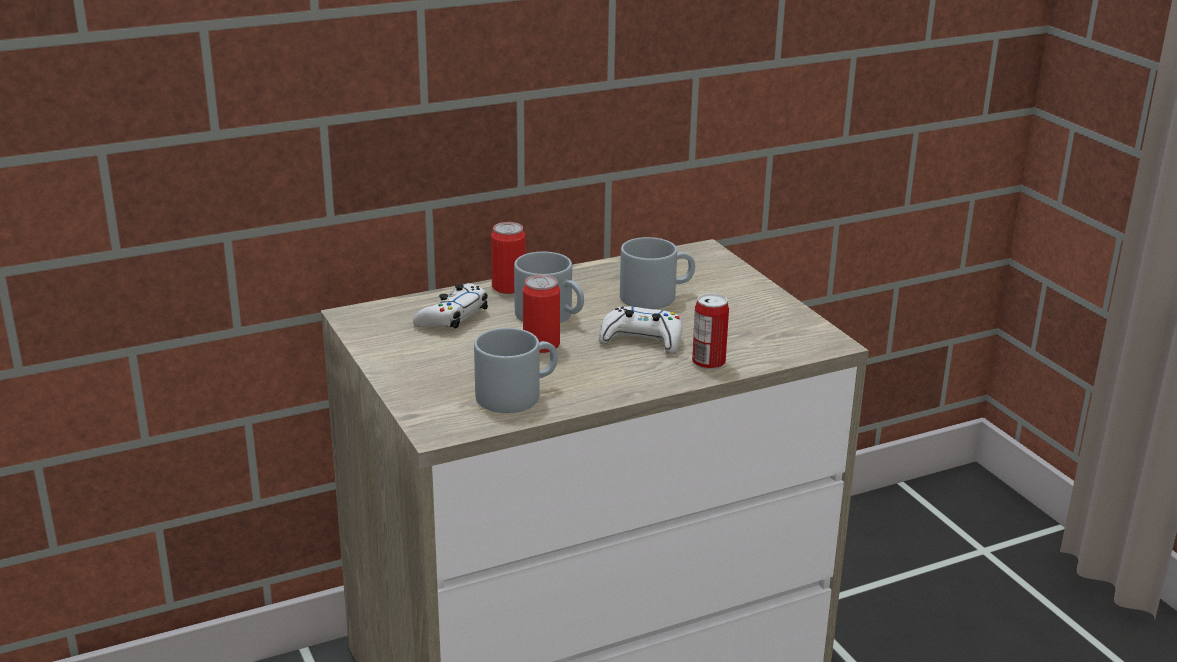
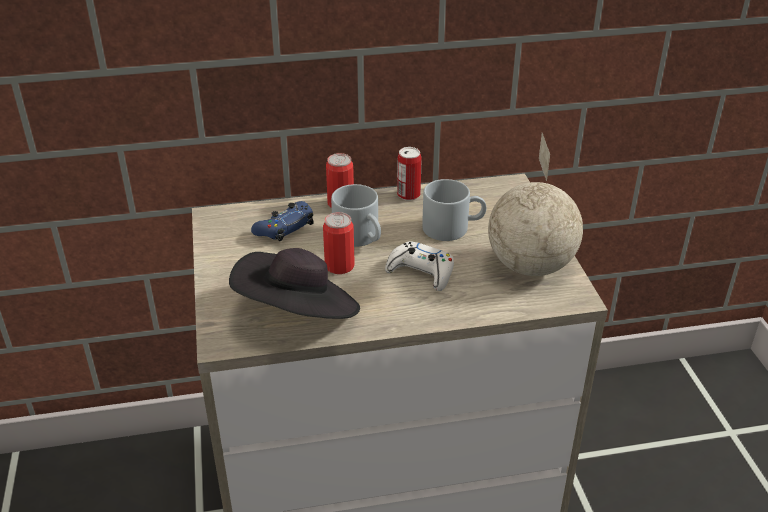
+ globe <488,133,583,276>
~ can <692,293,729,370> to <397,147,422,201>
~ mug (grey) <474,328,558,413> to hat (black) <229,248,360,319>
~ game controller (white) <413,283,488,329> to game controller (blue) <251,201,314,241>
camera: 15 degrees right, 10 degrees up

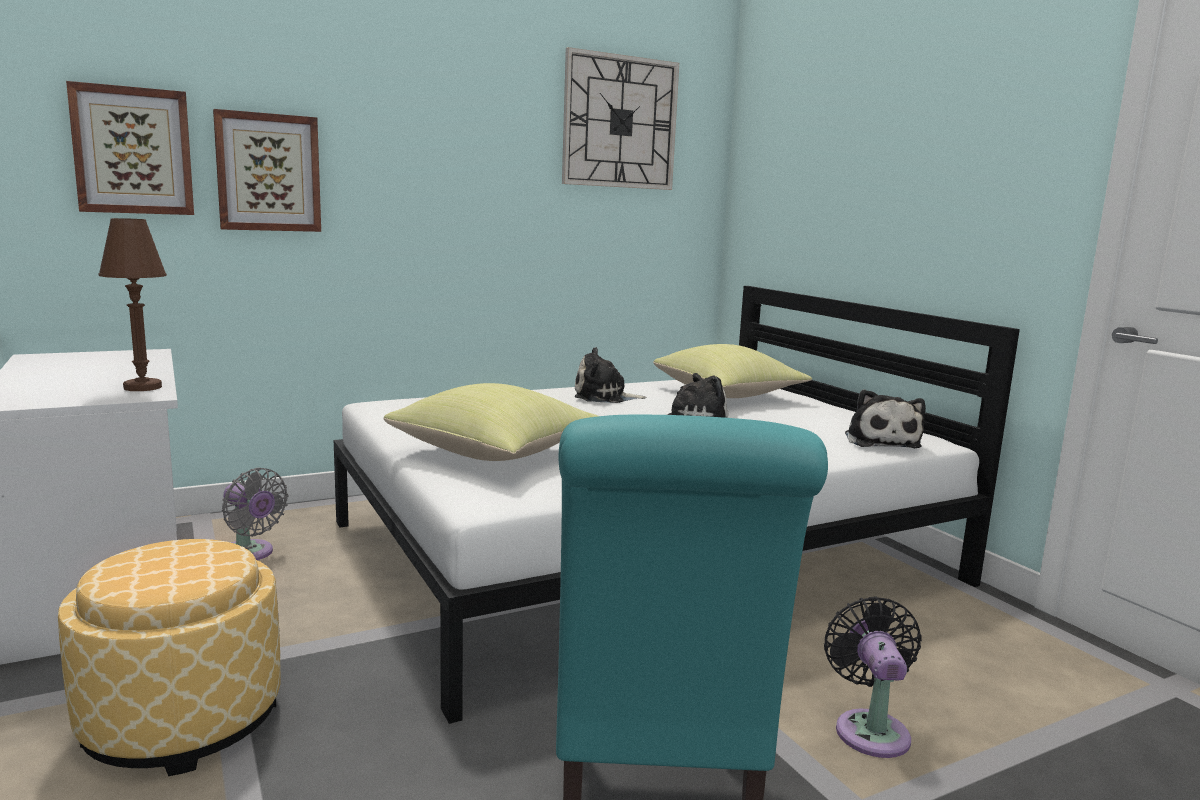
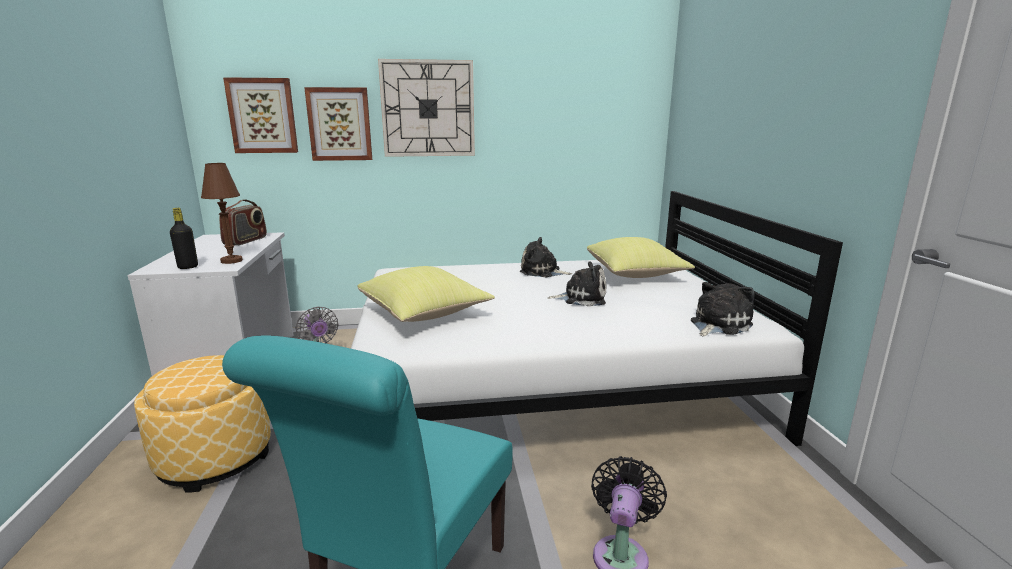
+ bottle (black) <170,208,198,269>
+ radio <219,199,267,245>
~ wall clock <562,47,679,190> to <378,59,475,157>
~ plush toy <845,389,926,448> = <691,282,755,337> 150 degrees counterclockwise
camera: 20 degrees right, 5 degrees up

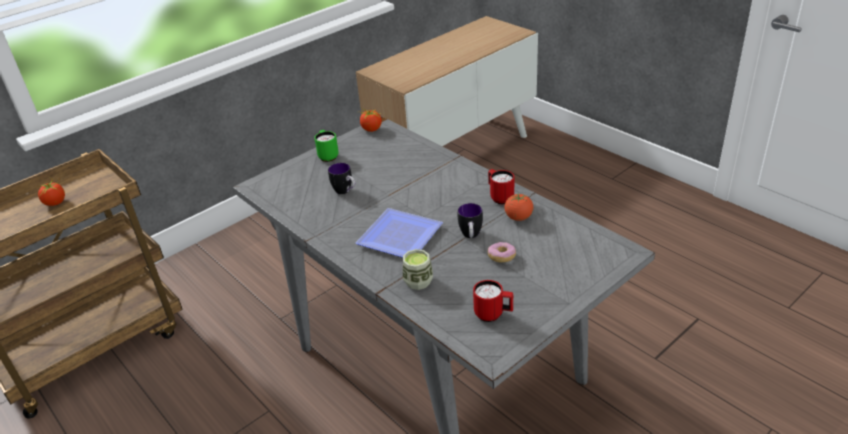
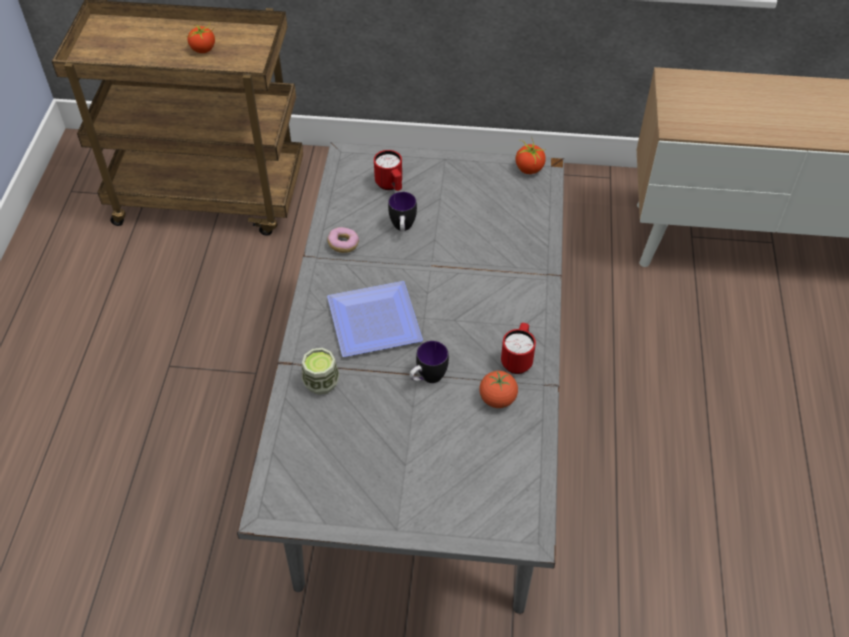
- mug (green) <314,130,339,162>
~ mug (red) <473,280,513,322> to <374,150,402,191>
~ donut <488,242,516,263> to <327,227,359,253>
camera: 45 degrees right, 15 degrees up

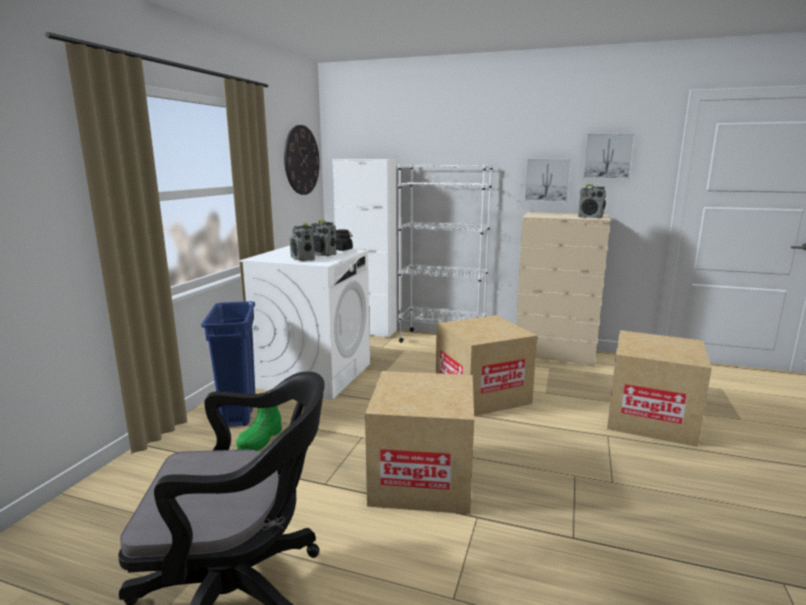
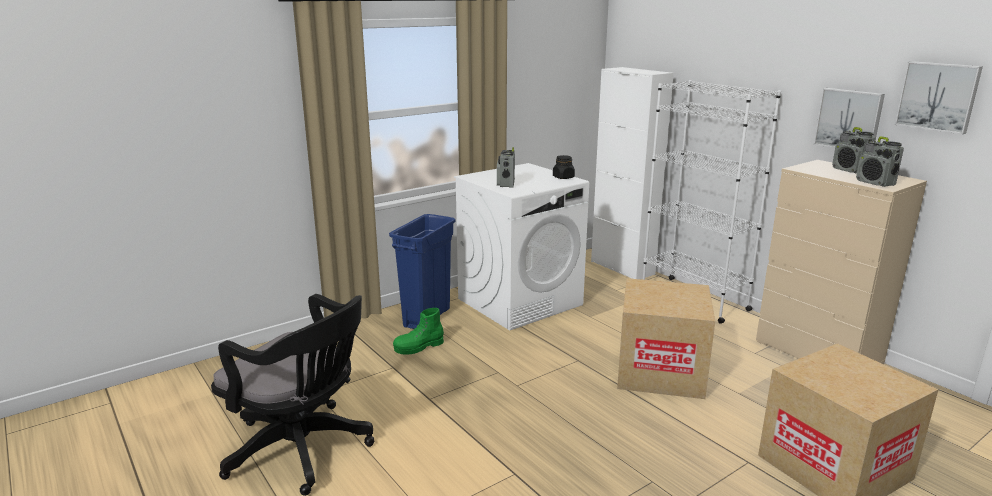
- wall clock <284,125,320,195>
- cardboard box <365,371,474,514>
~ radio <310,219,337,256> to <832,127,876,174>
camera: 35 degrees right, 5 degrees up

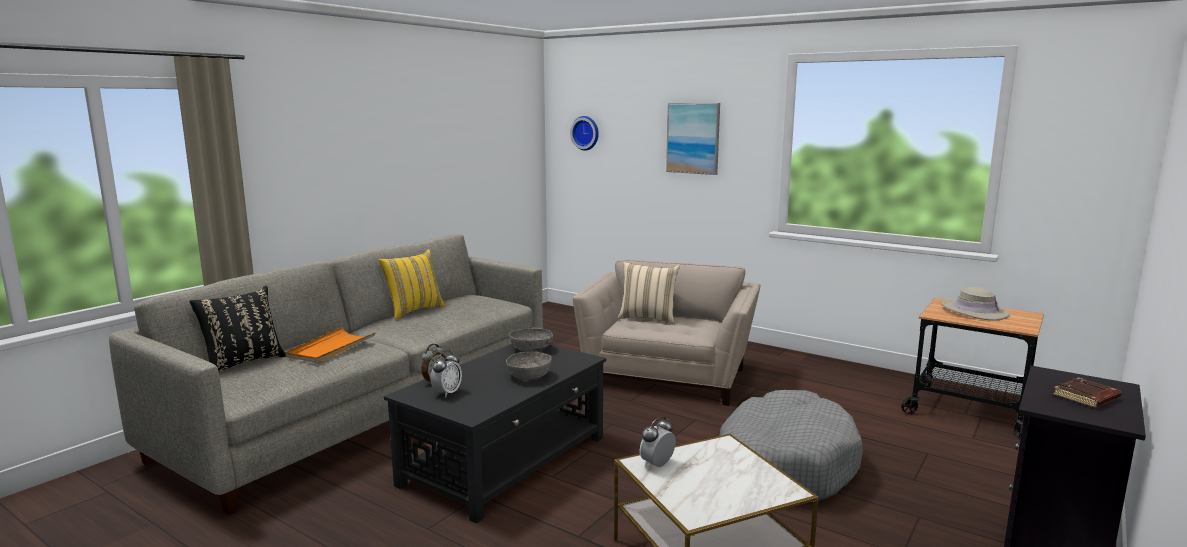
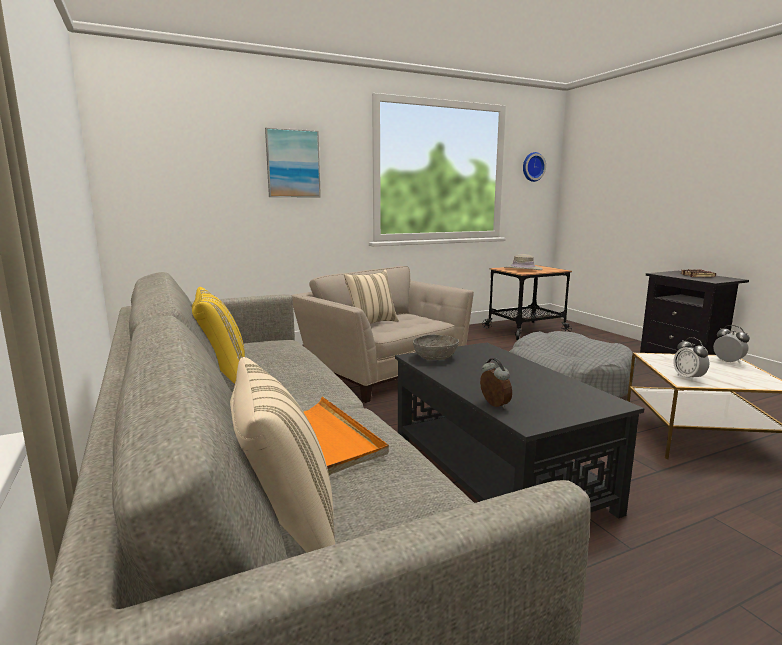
- bowl (grey) <506,352,552,380>
~ alarm clock <430,350,462,397> to <713,325,750,363>
~ wall clock <570,116,599,151> to <523,152,546,182>
~ pillow (black) <189,286,286,373> to pillow (beige) <230,357,335,553>
camera: 60 degrees left, 0 degrees up

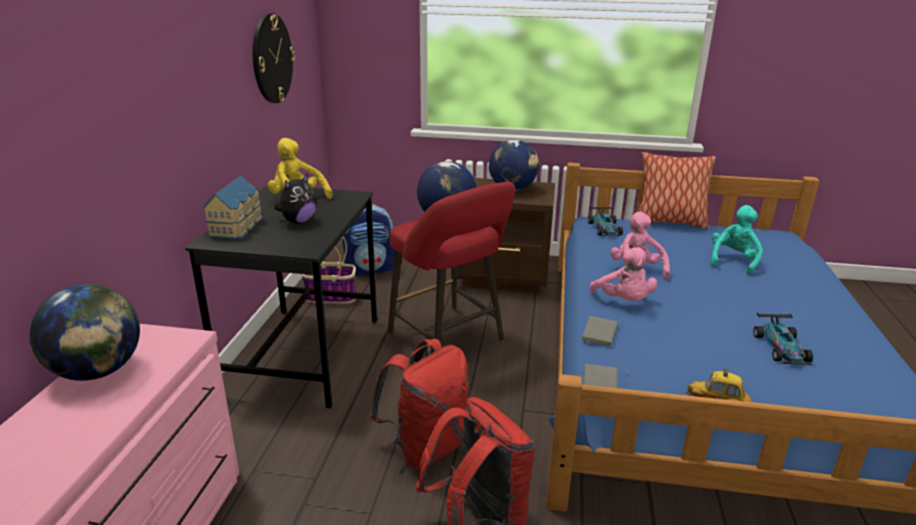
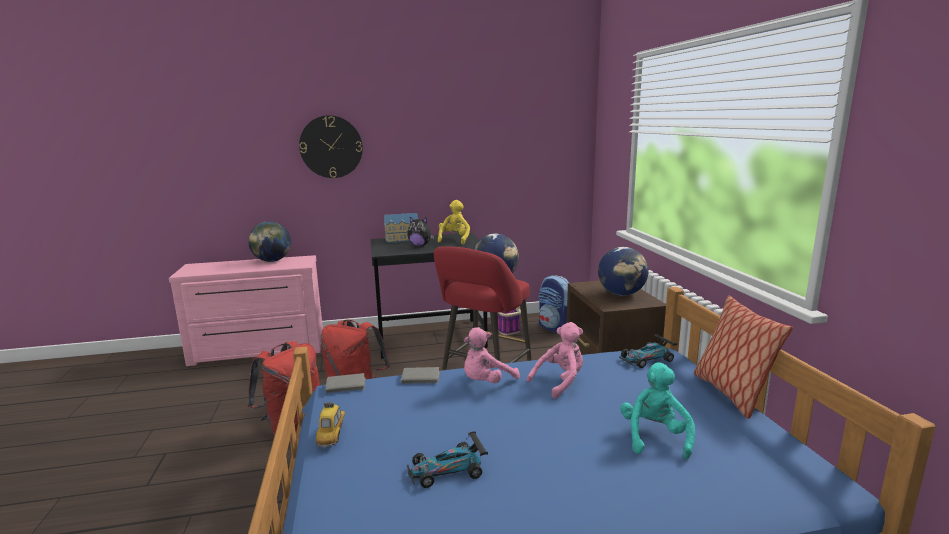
~ wall clock <253,13,295,103> to <299,115,363,178>
~ plush toy (turquoise) <710,205,763,275> = <621,362,695,460> 90 degrees counterclockwise
camera: 70 degrees right, 10 degrees down

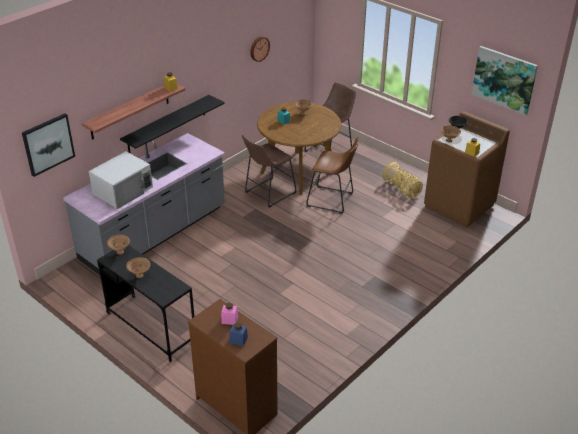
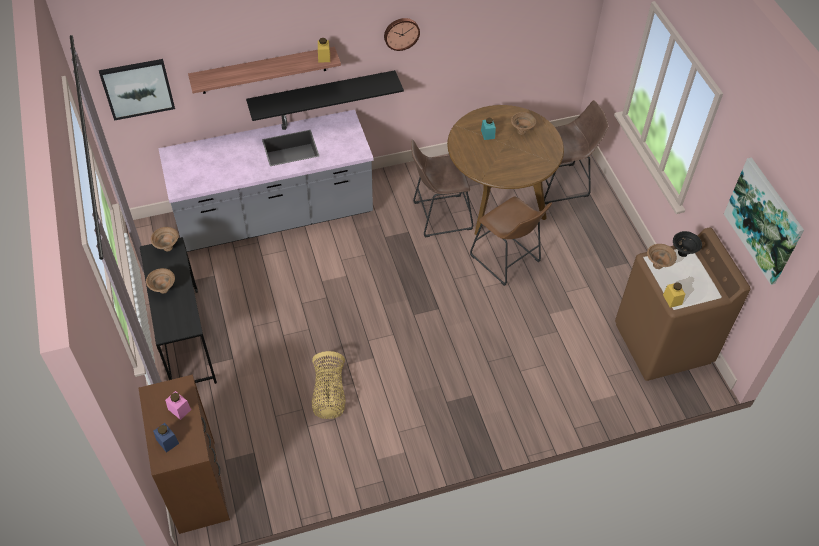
- microwave (white) <89,151,153,209>
~ wall clock <250,36,270,62> to <384,18,420,51>
~ basket <382,162,423,198> to <312,351,345,419>
camera: 30 degrees right, 15 degrees up

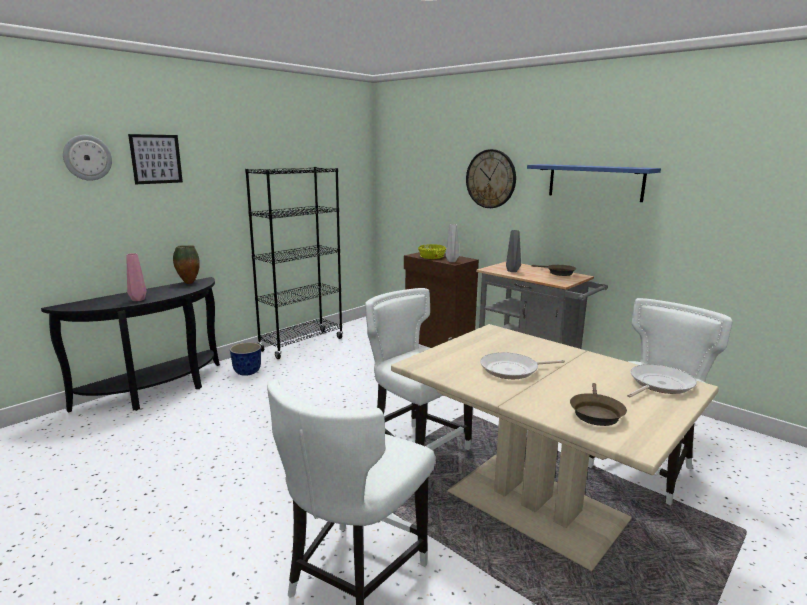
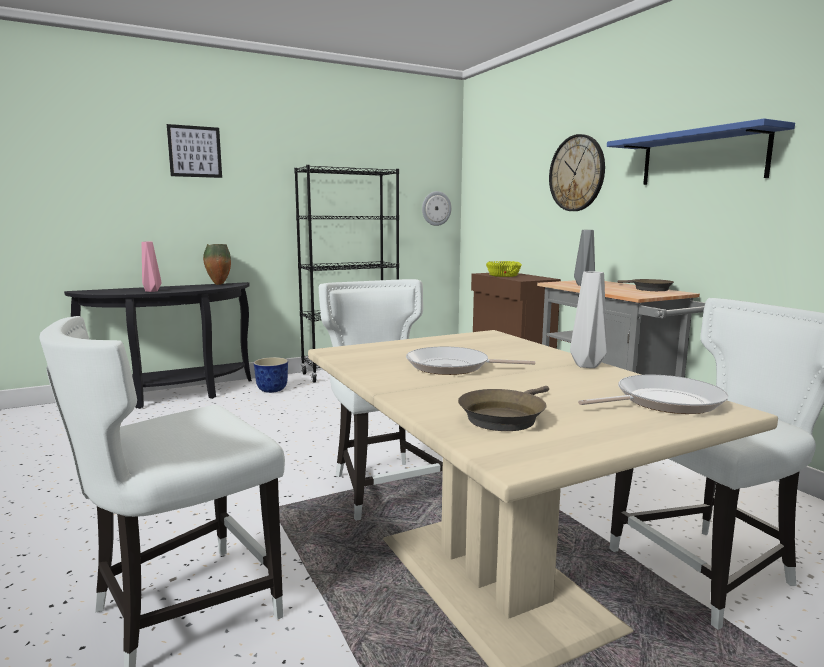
~ wall clock <63,135,112,181> to <422,191,451,226>
~ vase (grey) <446,224,459,262> to <570,271,607,368>
camera: 20 degrees right, 5 degrees down

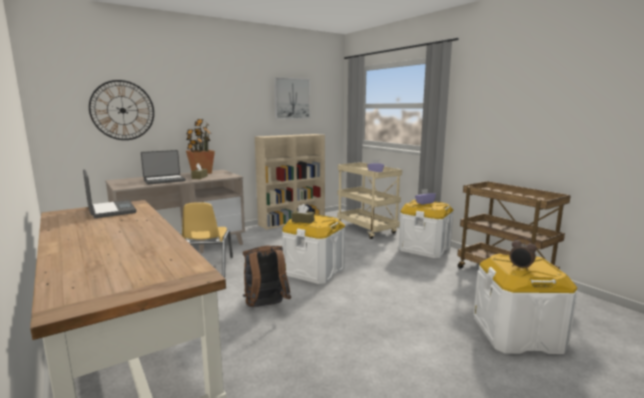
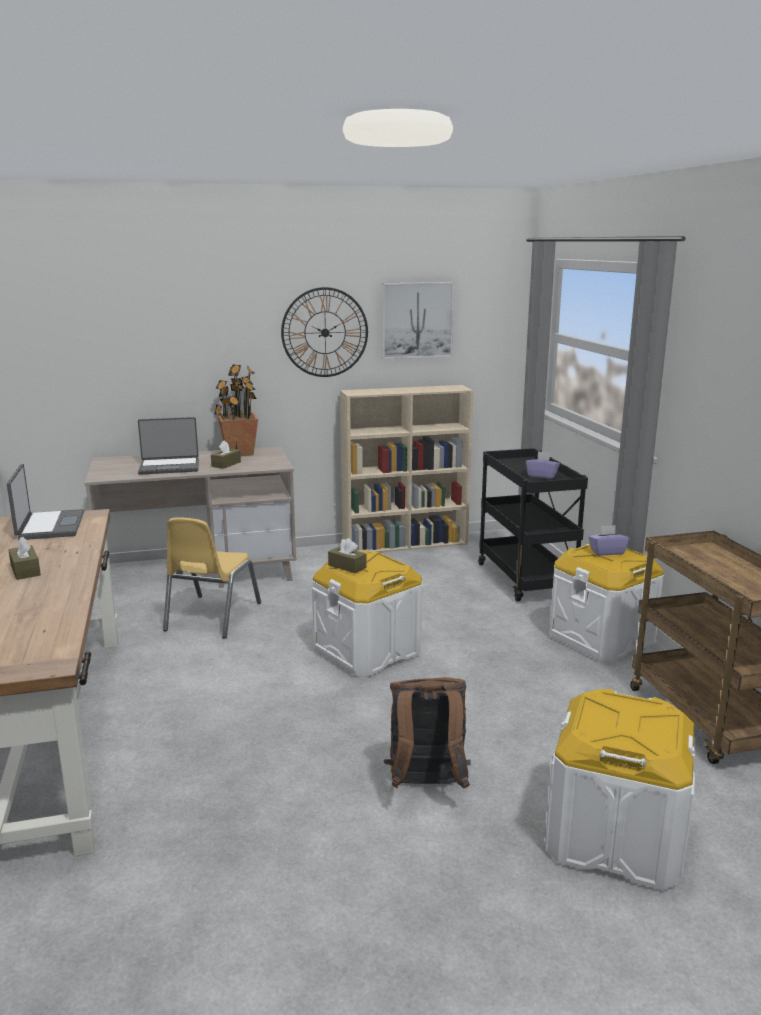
- alarm clock <509,237,537,271>
+ tissue box (brown) <8,536,41,580>
~ wall clock <89,80,154,140> to <281,287,368,377>
~ backpack (brown) <243,246,291,307> to <383,677,471,789>
~ cart (beige) <337,162,402,239> to cart (black) <478,448,588,602>
camera: 20 degrees right, 5 degrees up

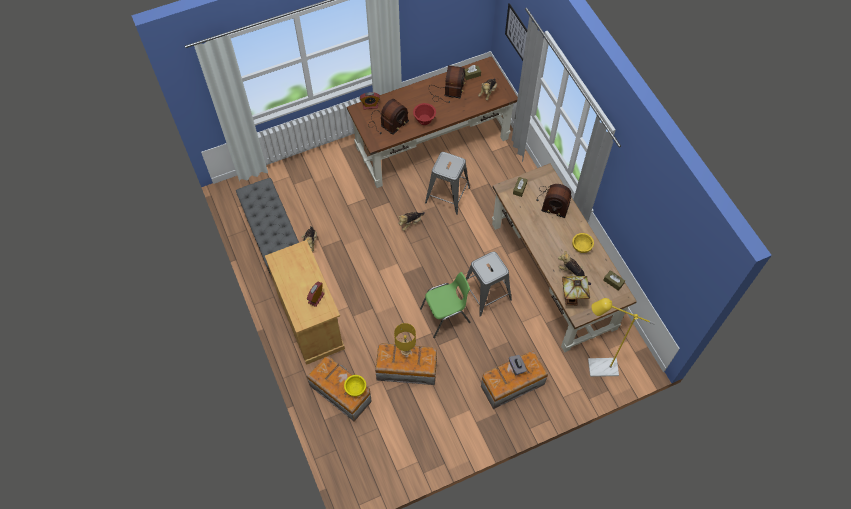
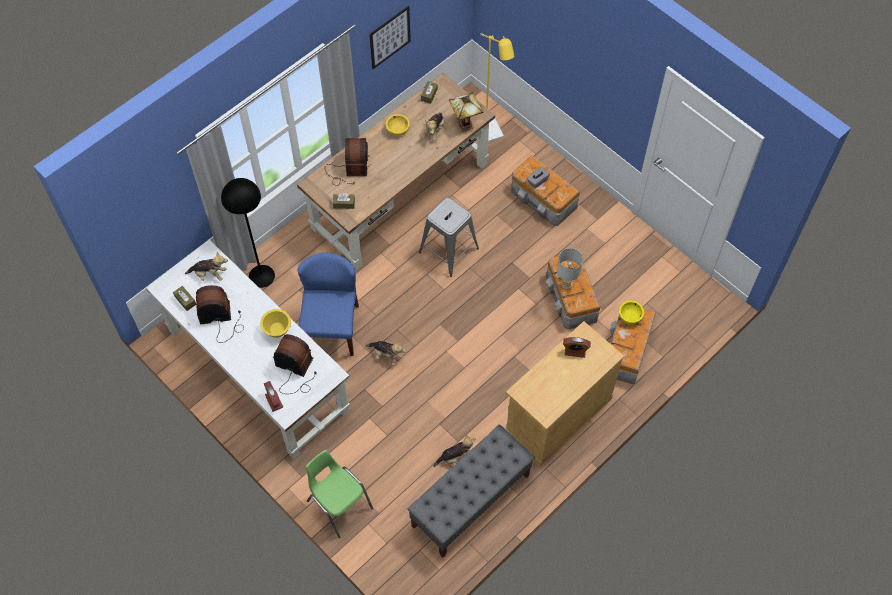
+ floor lamp (black) <221,178,275,288>
~ chair (green) <420,272,470,338> to <306,450,373,538>
~ picture <505,3,527,61> to <369,6,411,69>
~ stool (grey) <425,152,470,215> to chair (blue) <298,253,359,356>
~ desk (brown) <347,56,518,188> to desk (white) <146,240,350,459>
~ table lamp (yellow) <394,323,416,356> to table lamp (grey) <557,248,583,290>
~ bowl (red) <413,103,436,125> to bowl (yellow) <260,309,291,338>
camera: 110 degrees left, 0 degrees up

